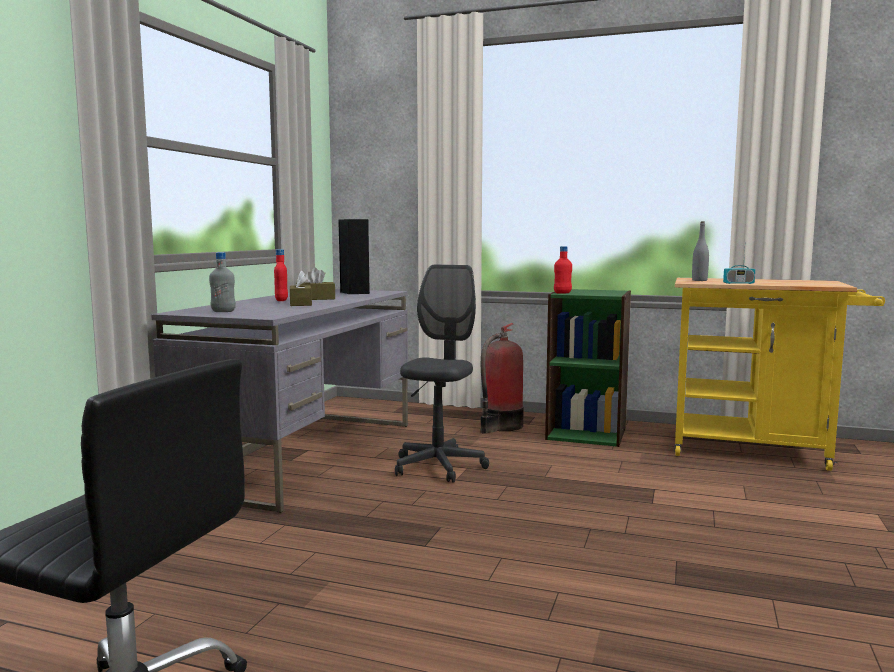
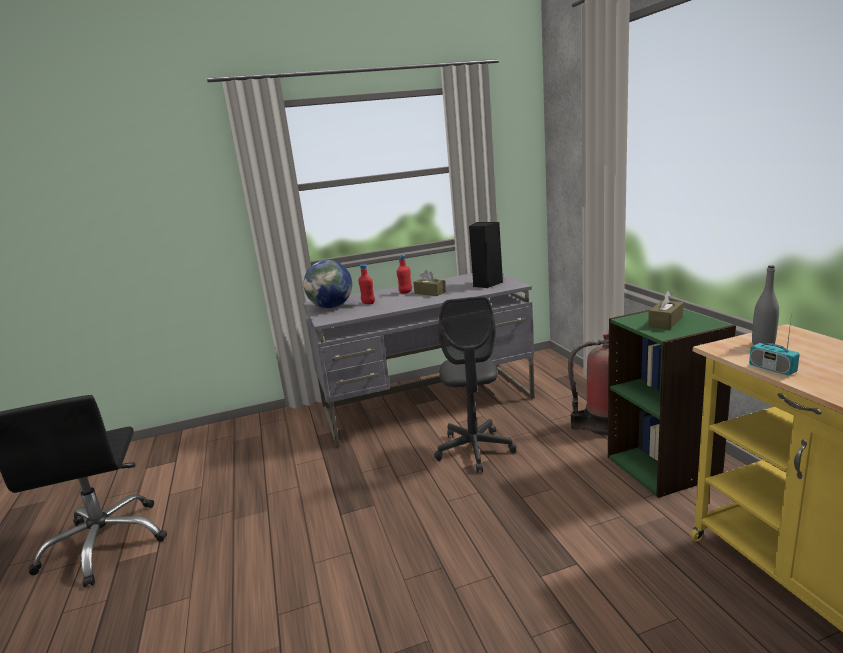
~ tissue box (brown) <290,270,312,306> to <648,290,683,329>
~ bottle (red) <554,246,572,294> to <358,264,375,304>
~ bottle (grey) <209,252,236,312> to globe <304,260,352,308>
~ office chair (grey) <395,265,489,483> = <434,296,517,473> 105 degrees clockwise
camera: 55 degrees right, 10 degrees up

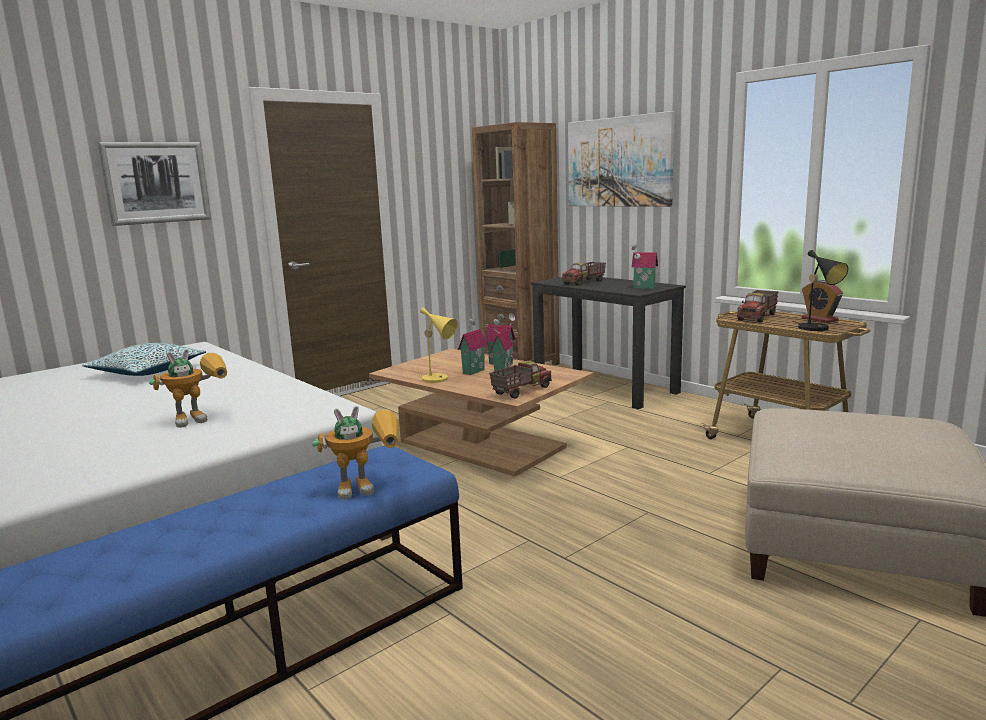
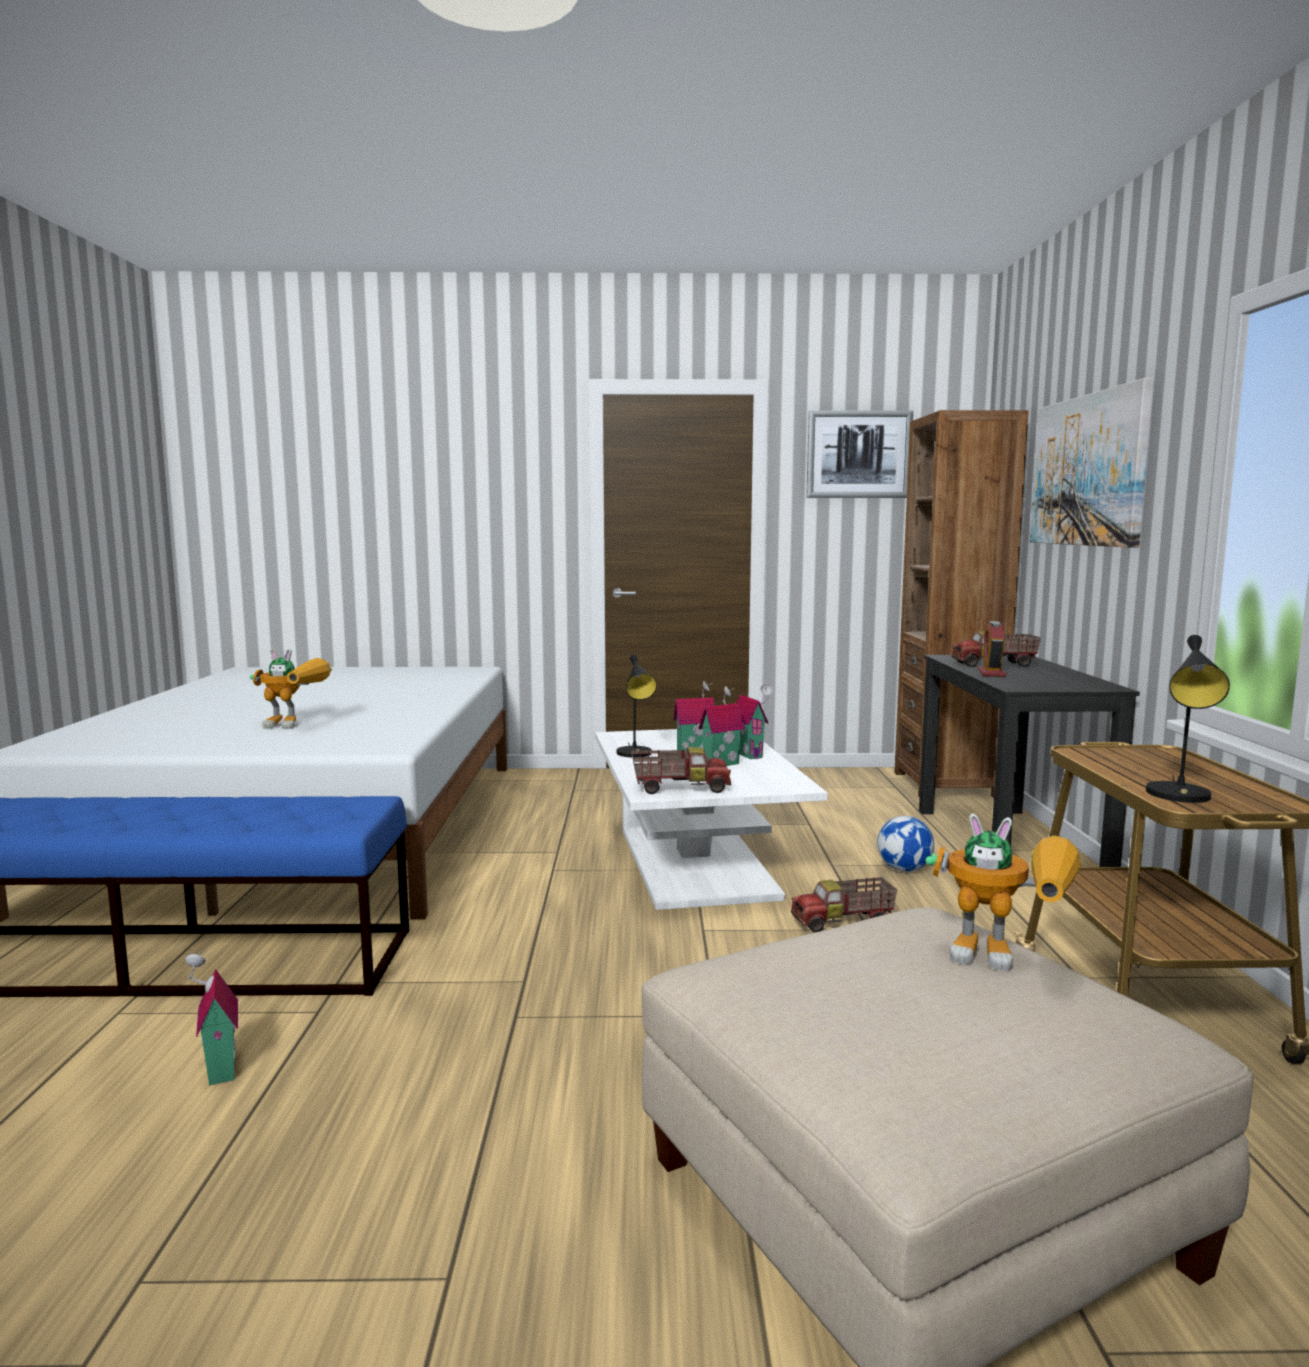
- pillow <82,343,206,376>
+ football <877,816,934,872>
~ picture <97,142,211,226> to <806,410,913,498>
~ toy robot <312,406,399,500> to <925,813,1081,971>
~ toy house <631,244,658,289> to <185,952,238,1086>
~ toy truck <737,290,779,322> to <791,877,897,932>
~ alarm clock <802,280,843,323> to <978,621,1007,677>
~ coffee table (brown) <369,349,594,476> to coffee table (white) <595,729,828,910>
~ table lamp (yellow) <416,307,458,383> to table lamp (black) <617,654,657,757>
camera: 40 degrees right, 5 degrees down

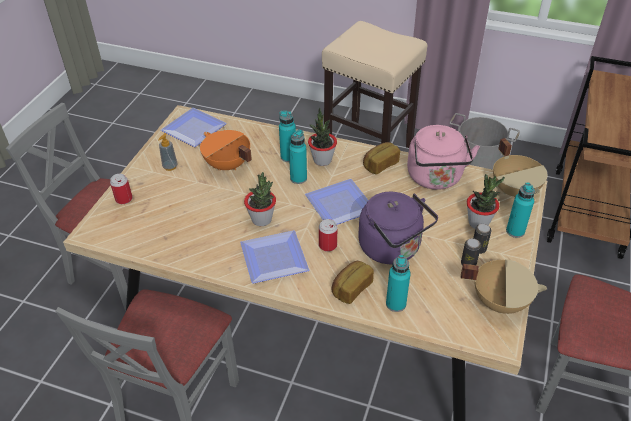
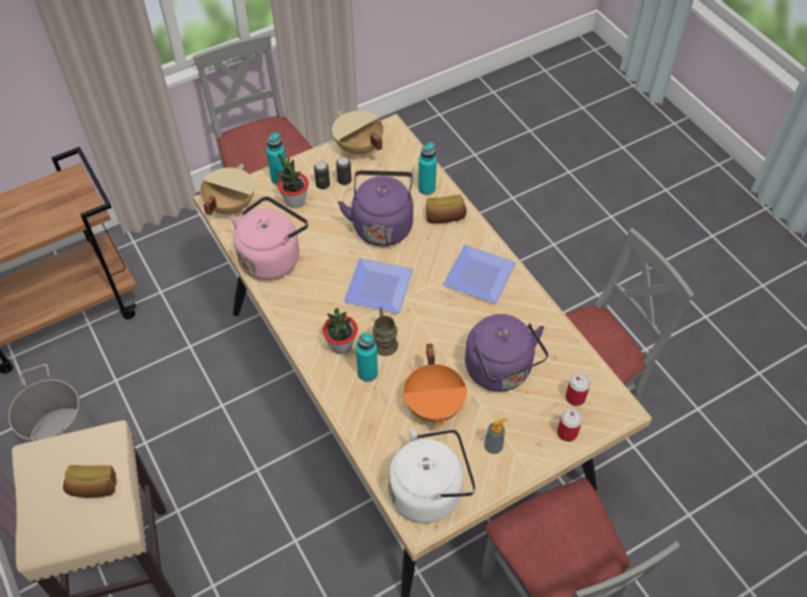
- potted plant <244,172,276,226>
+ kettle (purple) <465,314,548,391>
~ can <319,219,337,252> to <566,373,590,406>
~ bread <363,142,400,175> to <63,465,116,498>
~ plate <161,108,227,147> to kettle (white) <388,426,476,523>
~ bottle (turquoise) <289,130,307,184> to mug (brown) <372,307,398,356>
camera: 140 degrees left, 10 degrees up

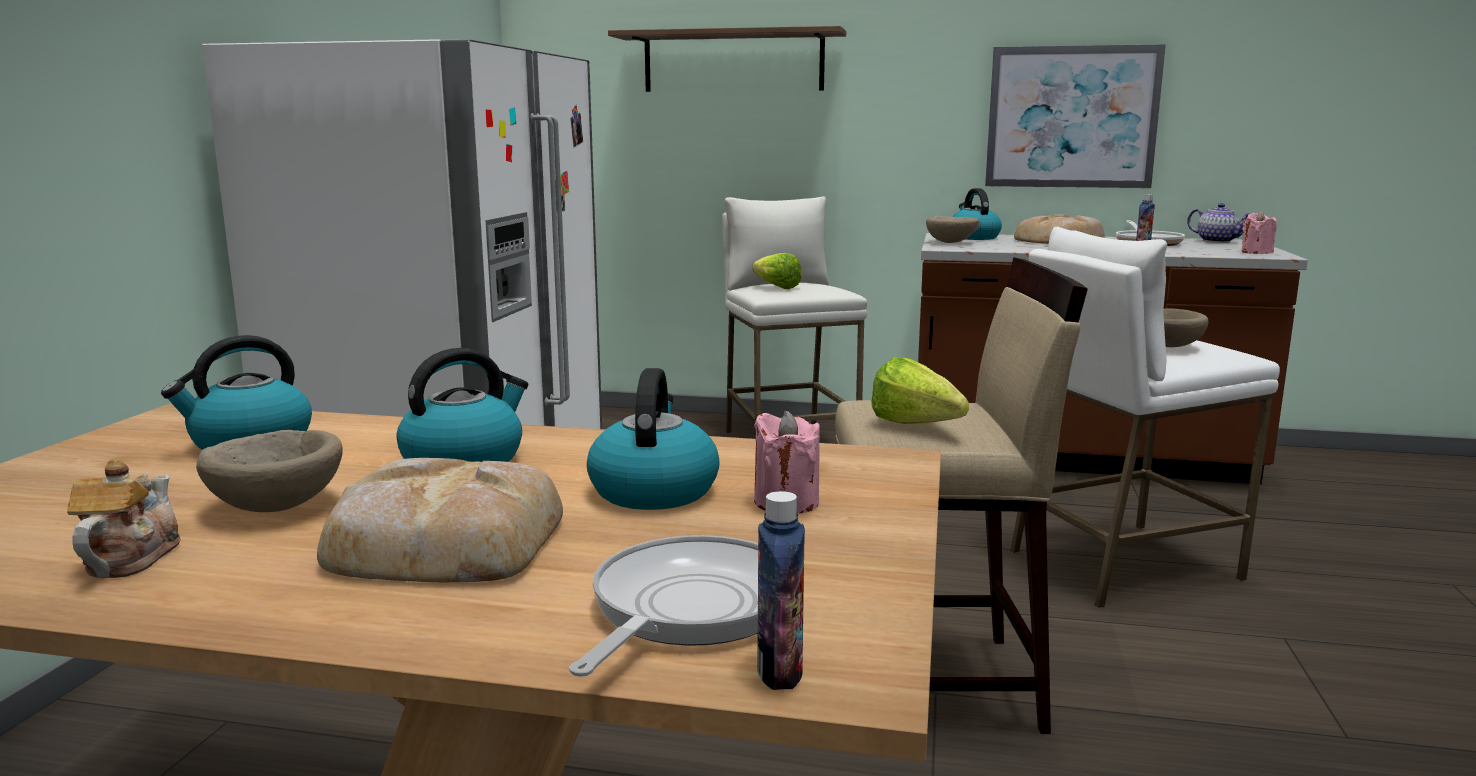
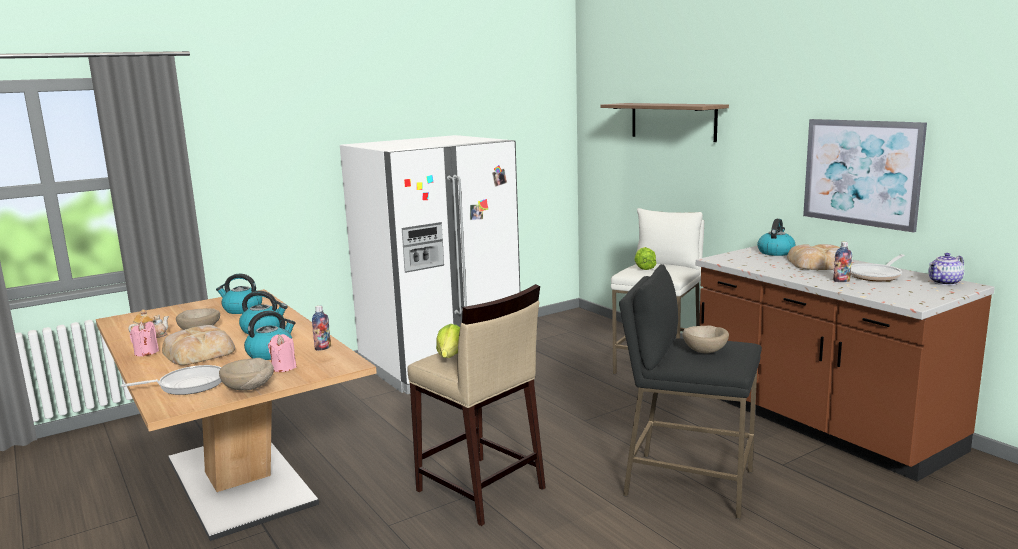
~ bottle <757,491,805,690> to <312,306,331,351>
~ bowl (beige) <926,216,979,243> to <219,358,274,391>
~ candle (pink) <1242,211,1277,254> to <130,322,159,357>
~ stool (white) <1010,227,1280,607> to stool (black) <619,264,762,519>
~ teapot <1187,203,1249,243> = <929,253,964,285> 60 degrees clockwise
camera: 45 degrees right, 0 degrees up

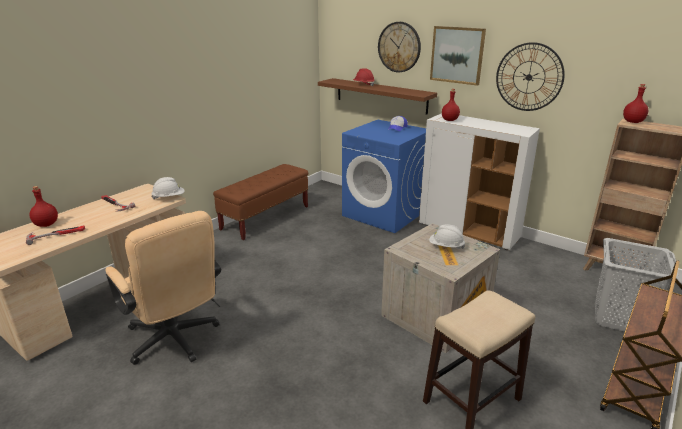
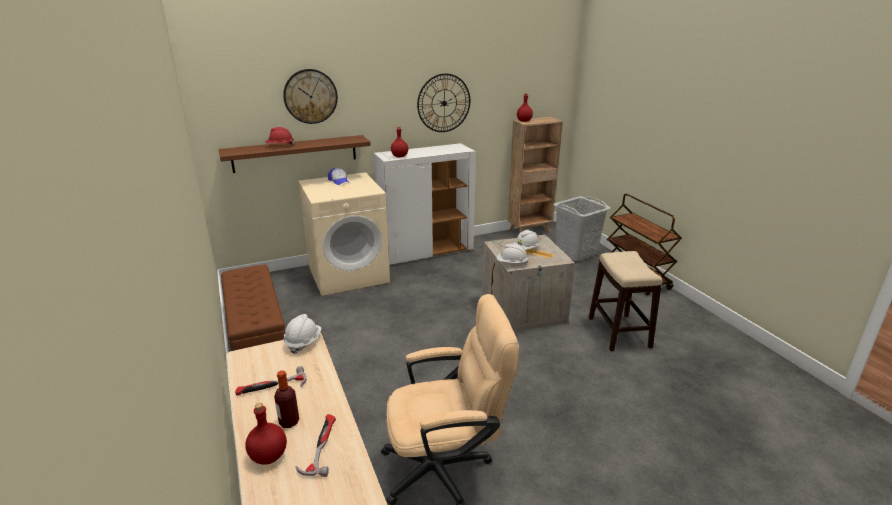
- picture <430,26,486,86>
+ bottle <274,371,299,428>
+ hard hat (white) <497,244,528,264>
~ washing machine (blue) <342,120,426,233> to washing machine (beige) <298,172,390,296>
camera: 60 degrees left, 0 degrees up

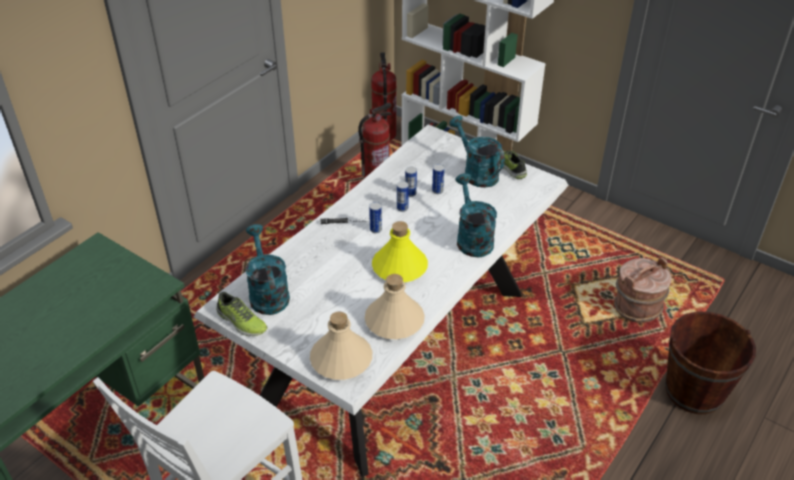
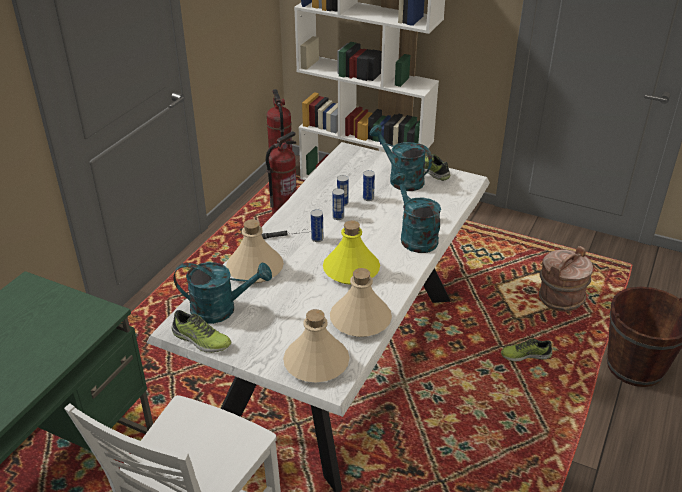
+ bottle (beige) <226,219,284,283>
+ shoe <501,339,552,362>
~ watering can (turquoise) <245,224,290,315> = <174,262,272,324> 120 degrees clockwise
camera: 10 degrees left, 5 degrees down

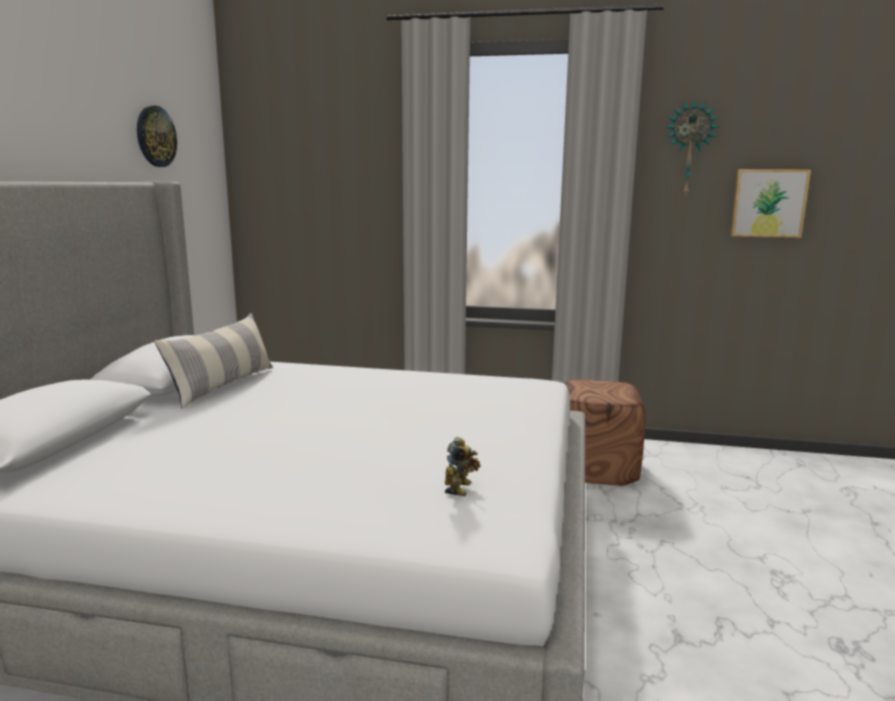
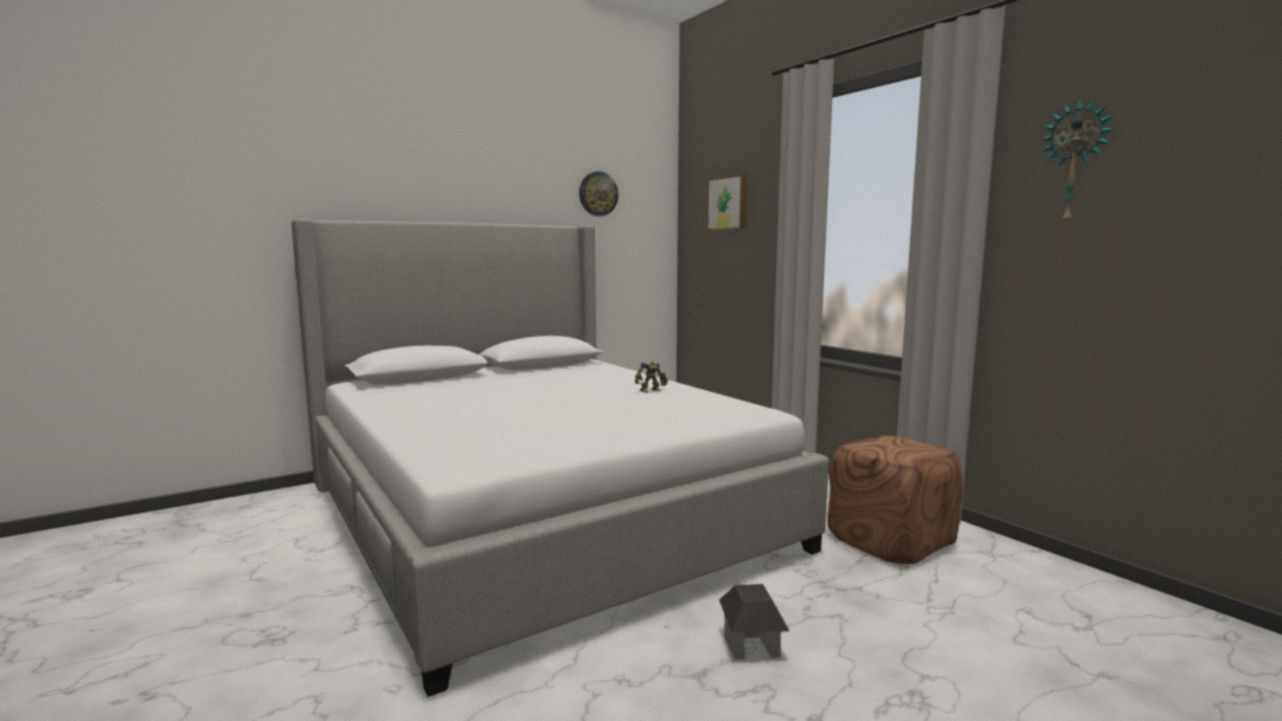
- pillow <154,313,273,409>
+ toy house <719,584,789,660>
~ toy robot <445,437,481,496> to <635,362,668,393>
~ picture <730,169,811,238> to <707,174,747,230>
camera: 45 degrees right, 5 degrees down

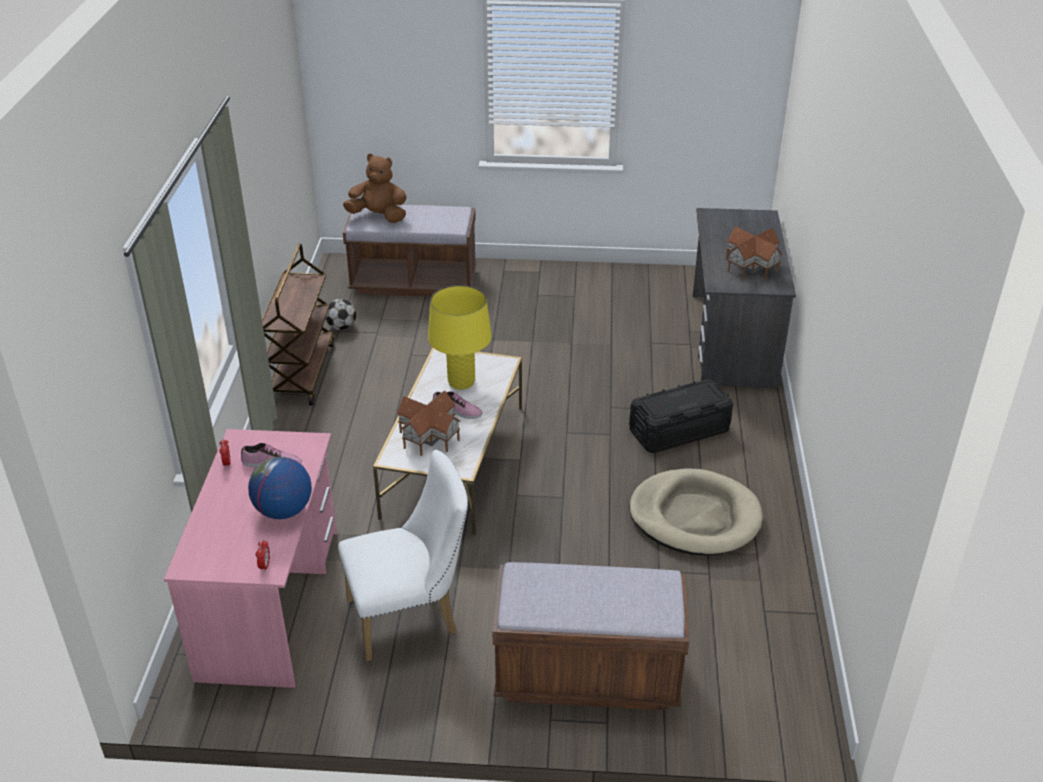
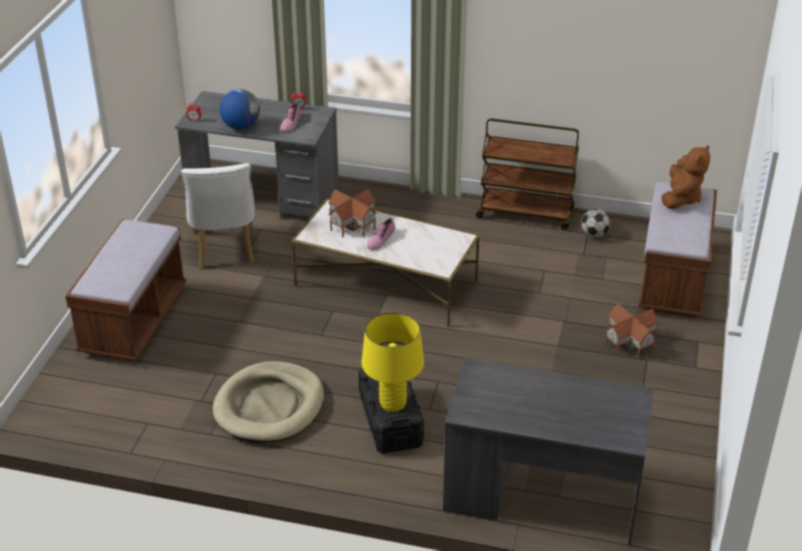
~ table lamp (yellow) <428,285,492,390> to <361,312,424,412>
~ toy house <726,227,783,280> to <605,304,658,359>
~ desk (pink) <164,429,337,688> to desk (grey) <175,91,339,220>
camera: 100 degrees right, 0 degrees up

